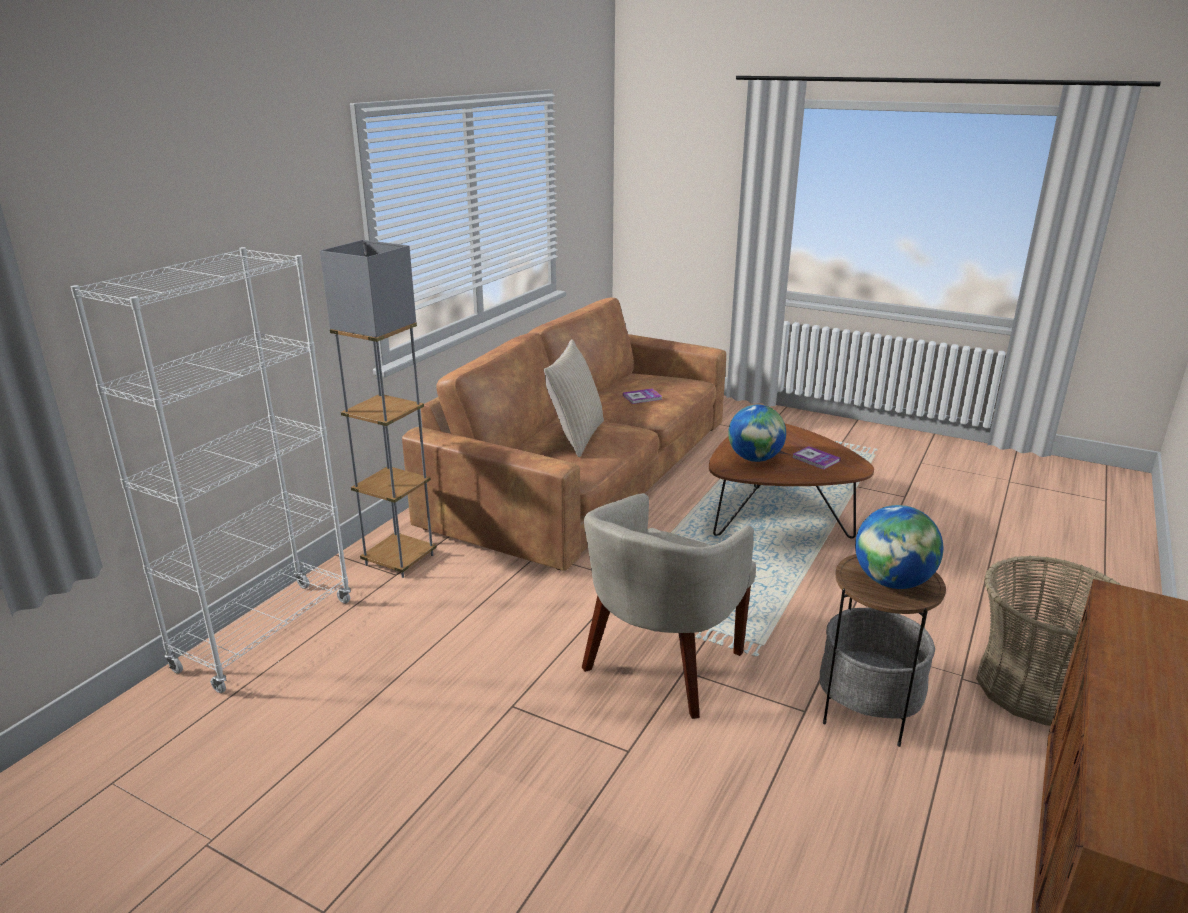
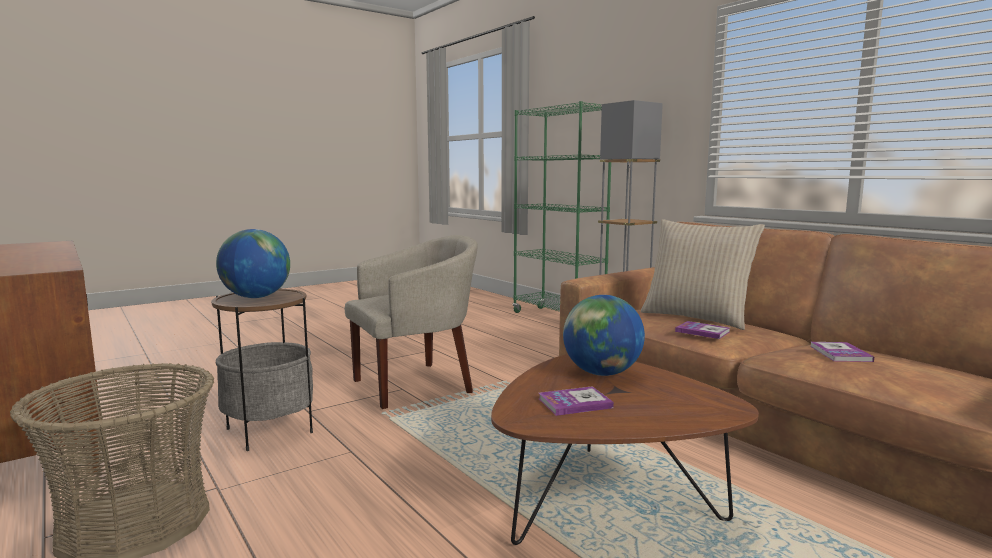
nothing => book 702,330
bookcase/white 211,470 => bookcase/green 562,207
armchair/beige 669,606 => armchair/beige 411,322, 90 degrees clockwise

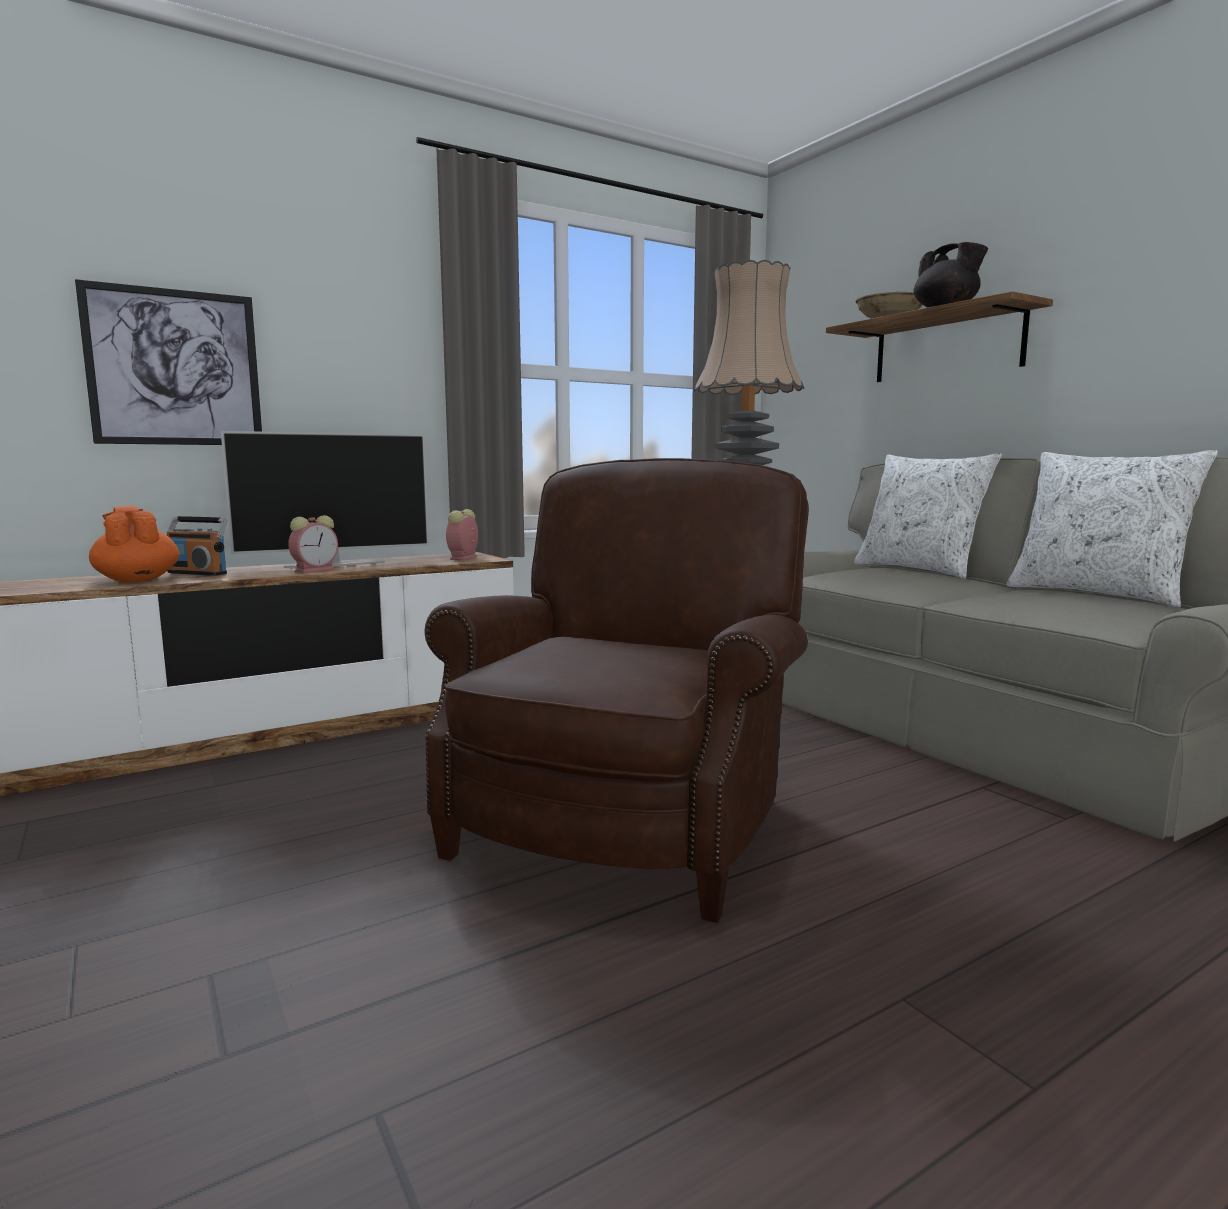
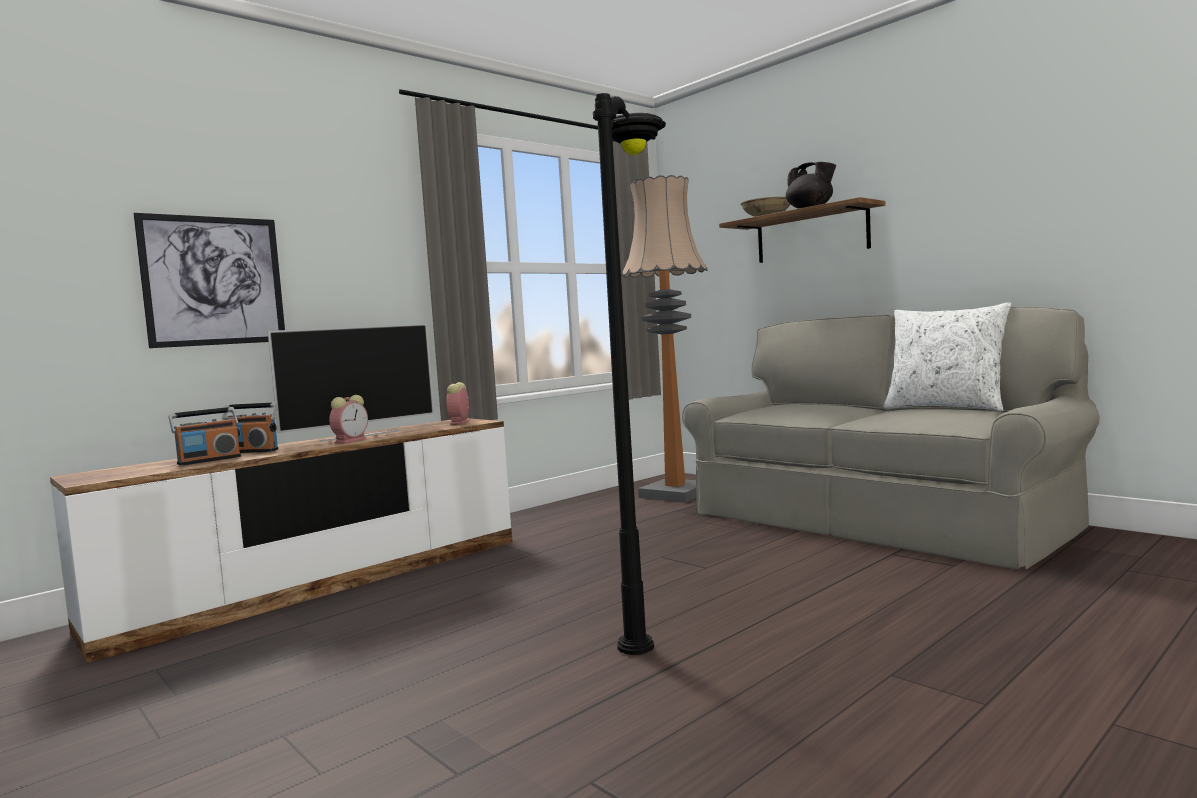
pillow/white 928,516 => nothing
teapot/orange 134,544 => radio 205,436
armchair/brown 617,690 => floor lamp/black 629,374

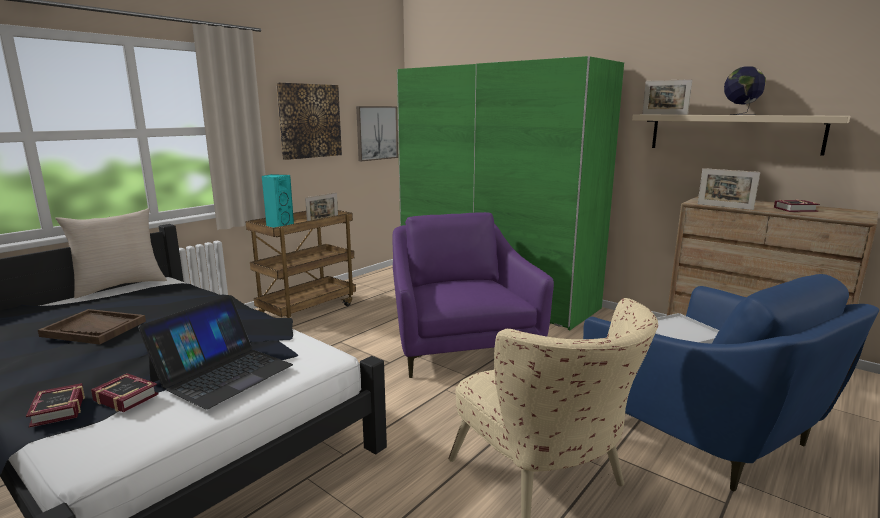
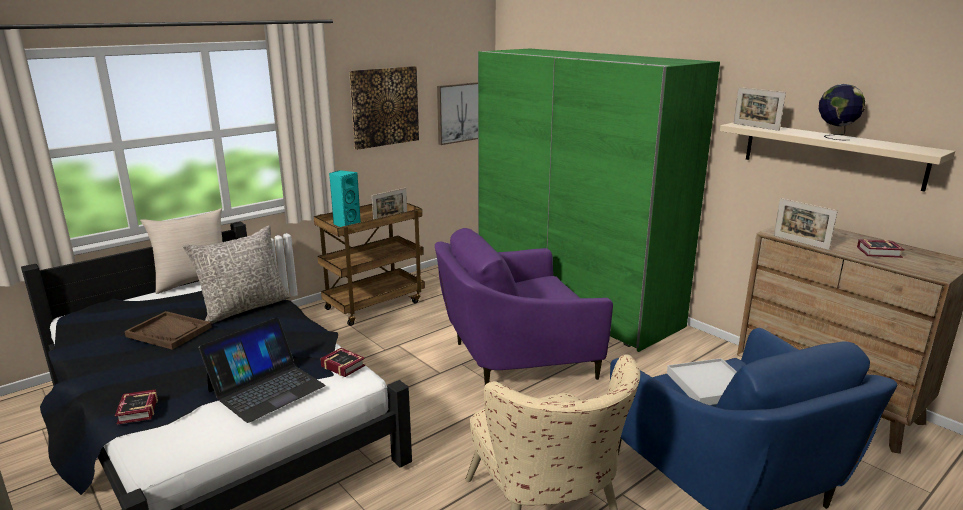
nothing => pillow/grey 237,274
book 125,392 => book 342,362, shifted
armchair/purple 473,295 => armchair/purple 524,306, 105 degrees counterclockwise

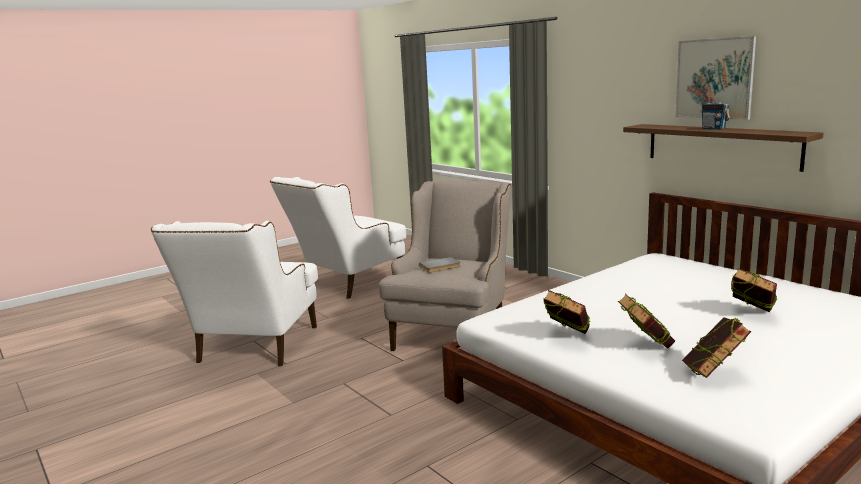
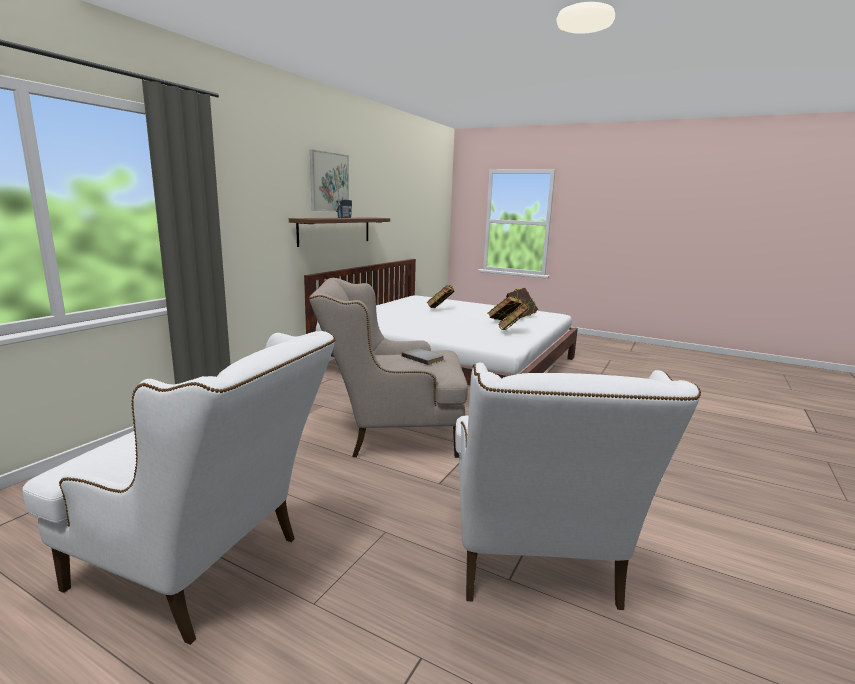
armchair/white 234,293 => armchair/white 578,486, 105 degrees clockwise

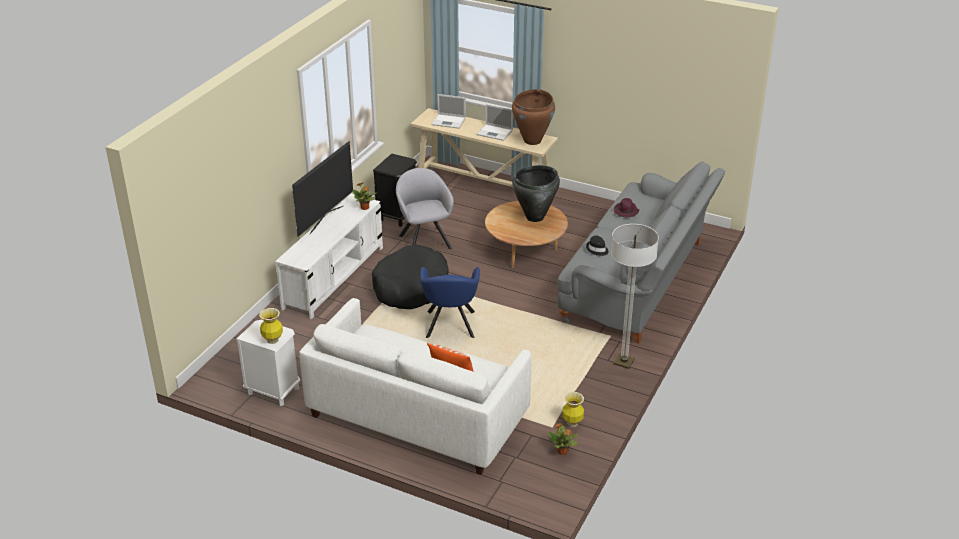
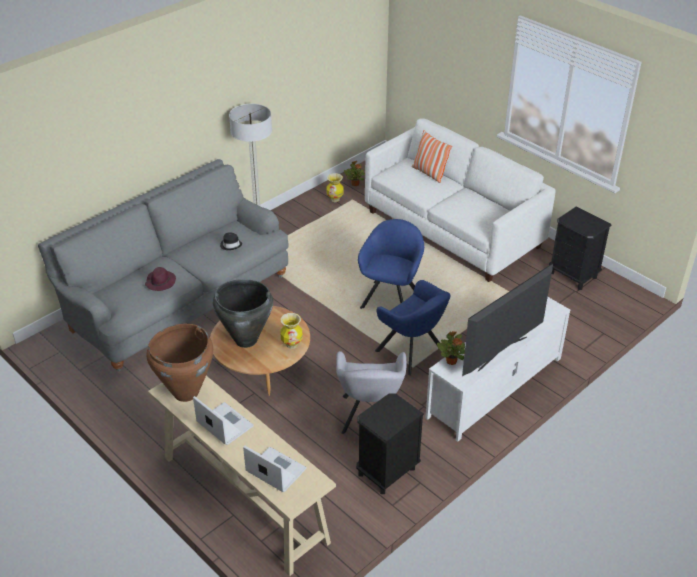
vase 271,326 => vase 291,331, shifted
dog bed/black 410,277 => armchair/blue 413,327
nightstand/white 268,363 => nightstand/black 580,248

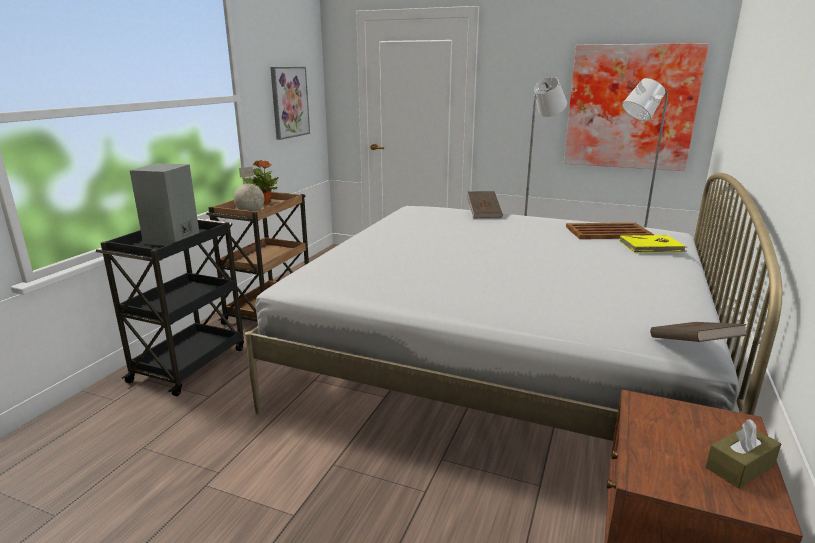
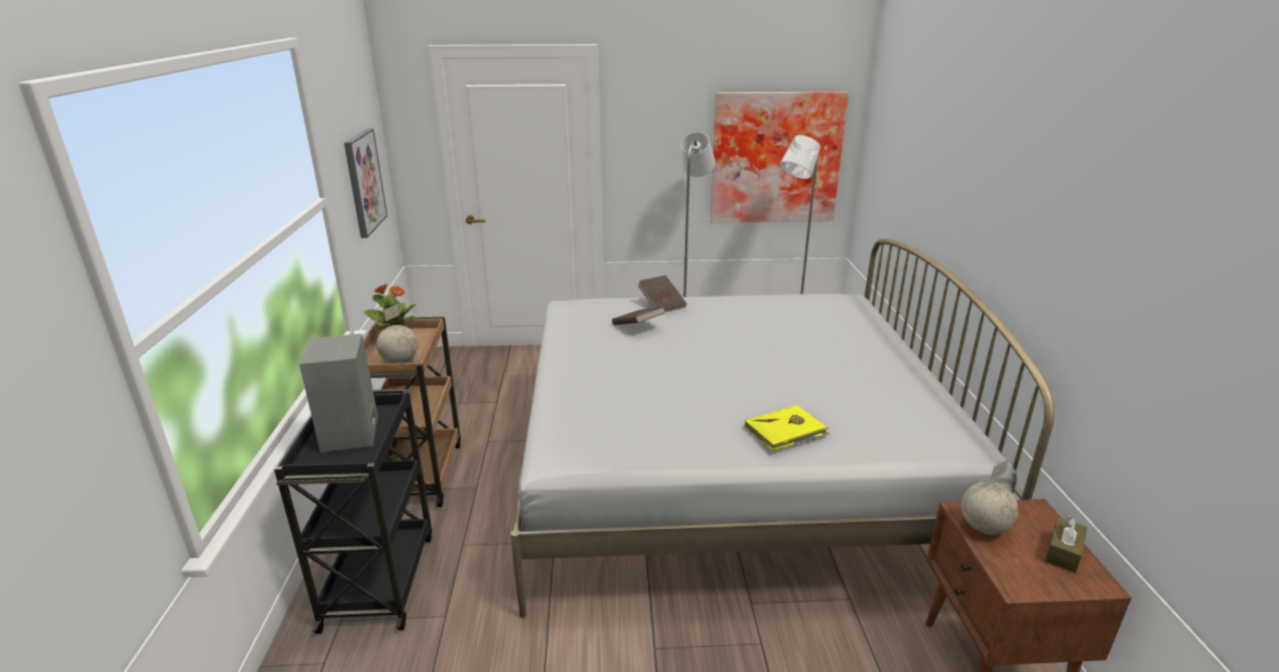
tray/brown 610,231 => nothing
nothing => globe 989,496
book/yellow 652,244 => book/yellow 787,428, shifted
book/brown 699,332 => book/brown 638,315, shifted

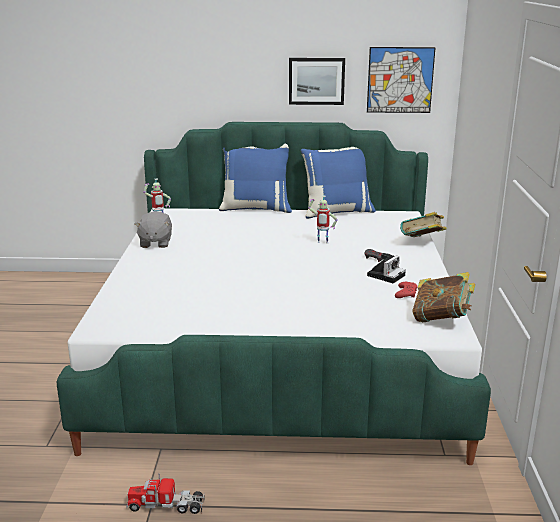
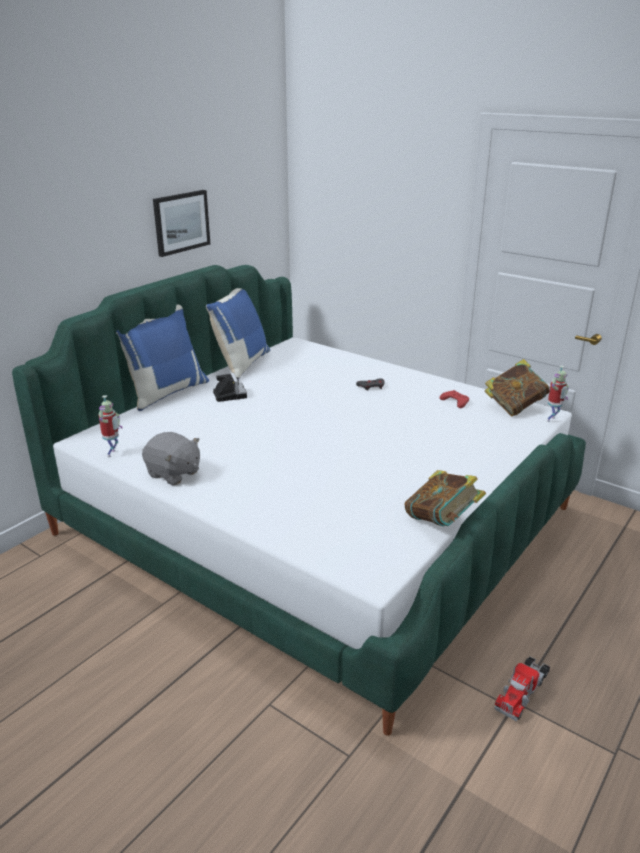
picture 401,80 => nothing
toy robot 323,219 => toy robot 558,393, shifted
photo camera 386,268 => photo camera 230,387, shifted
book 423,224 => book 445,498, shifted

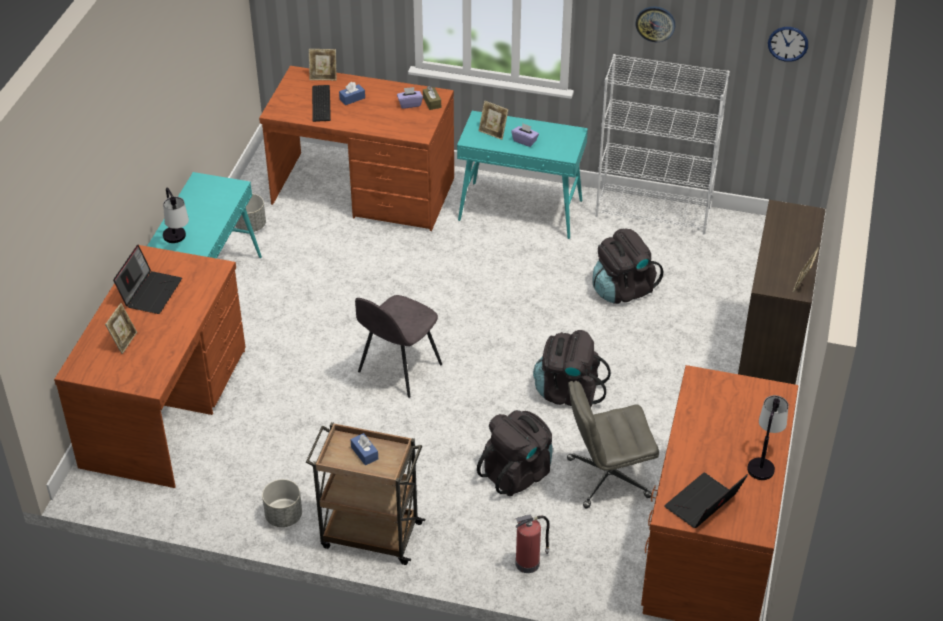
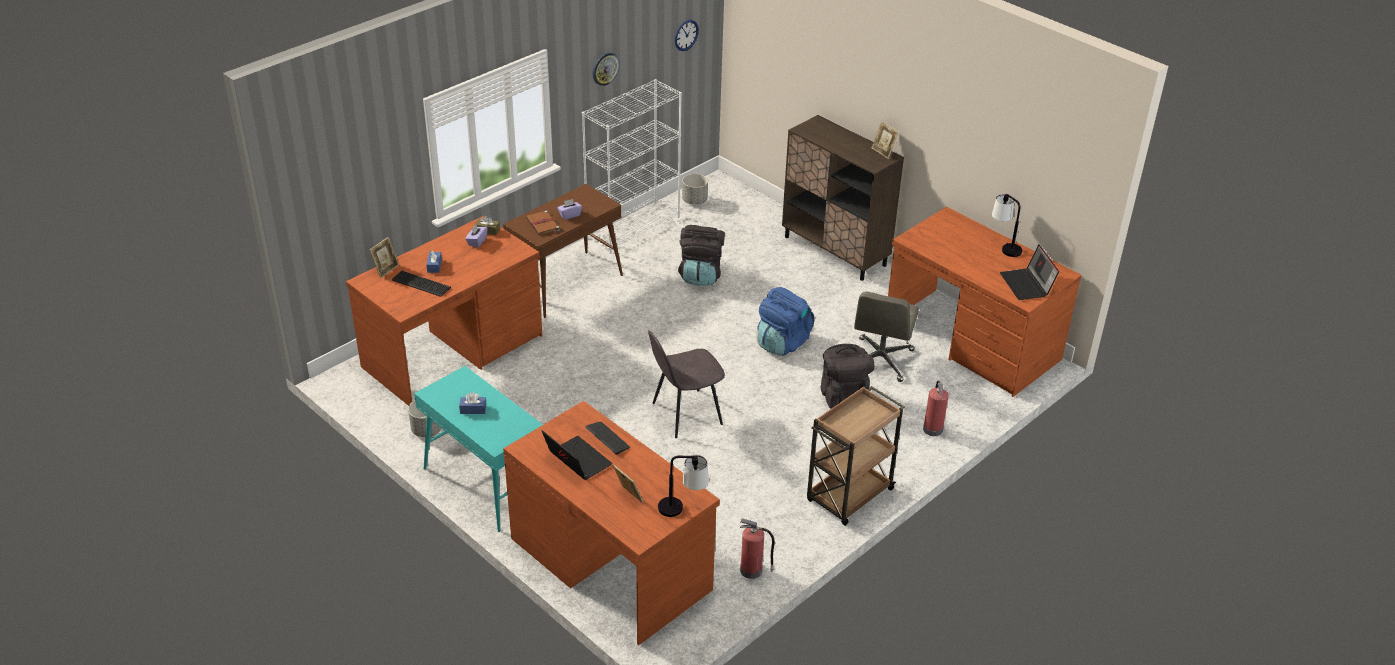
nothing => keyboard 608,438
nothing => fire extinguisher 757,548
table lamp 176,215 => table lamp 683,486, shifted
planter/grey 282,503 => planter/grey 695,189, shifted
tissue box/blue 364,449 => tissue box/blue 472,403, shifted
picture frame 493,120 => book/brown 543,222
console table/turquoise 522,175 => console table/brown 563,251
backpack/black 571,368 => backpack/blue 785,321
chair/grey 398,346 => chair/grey 686,384, 90 degrees clockwise

